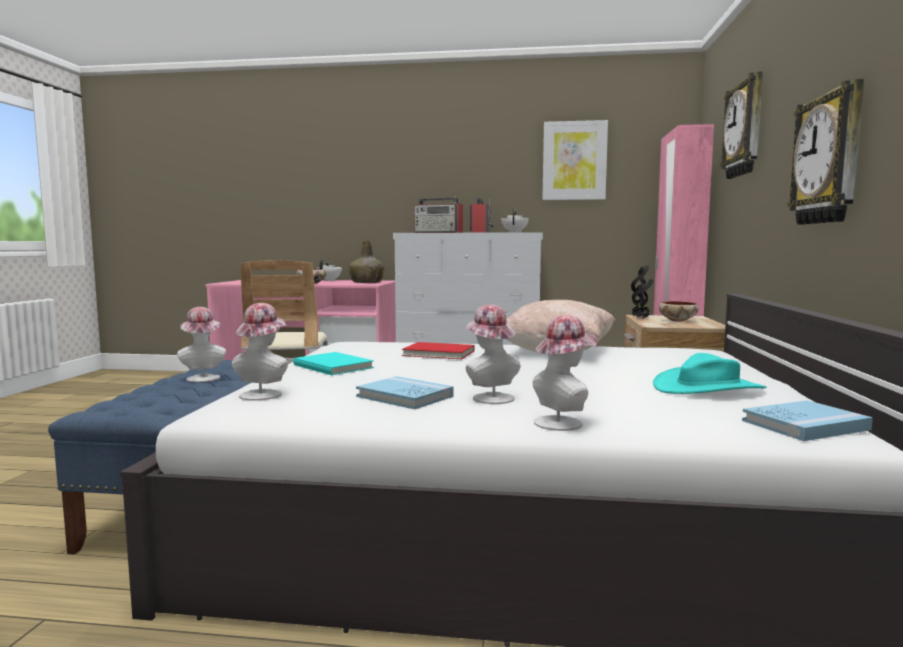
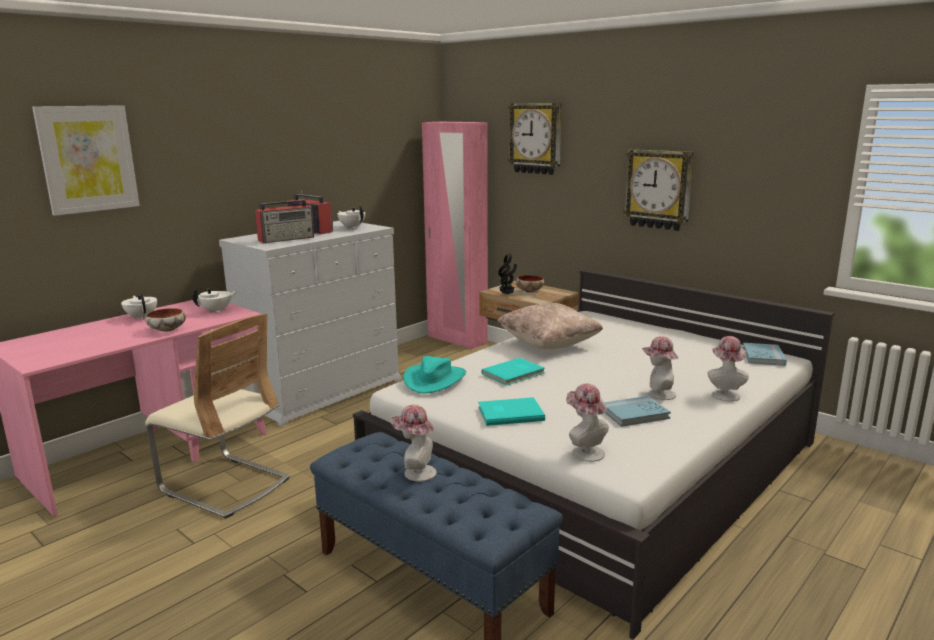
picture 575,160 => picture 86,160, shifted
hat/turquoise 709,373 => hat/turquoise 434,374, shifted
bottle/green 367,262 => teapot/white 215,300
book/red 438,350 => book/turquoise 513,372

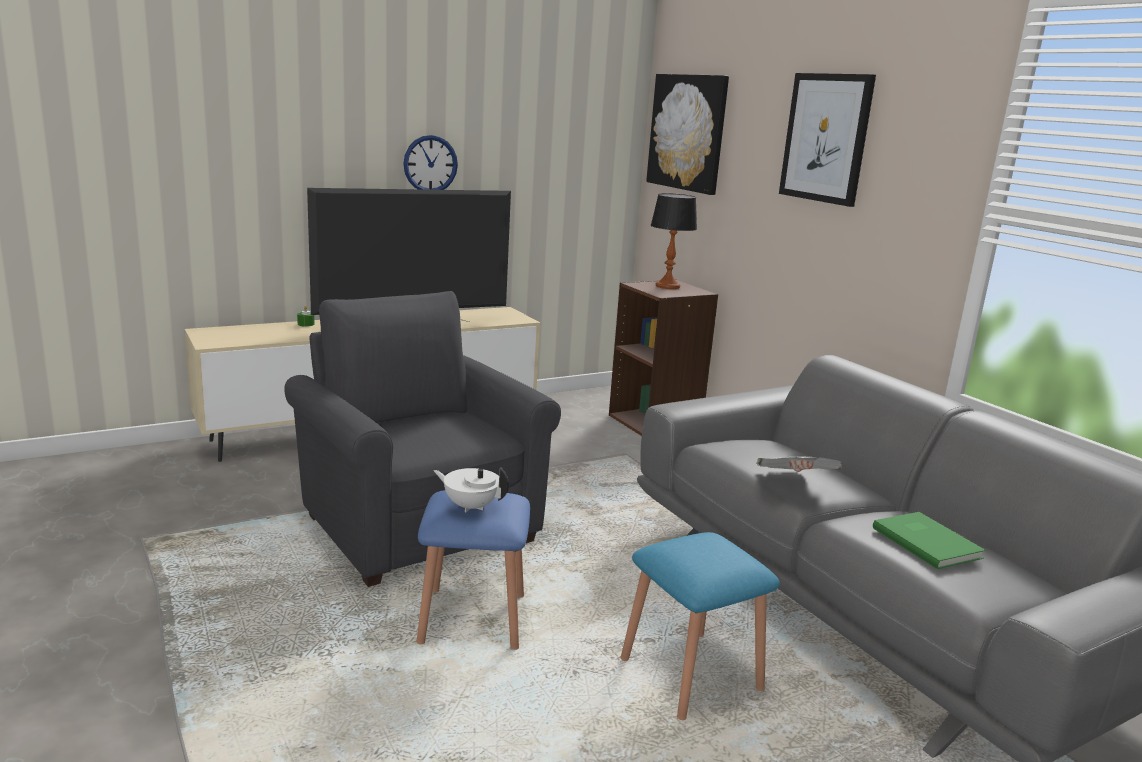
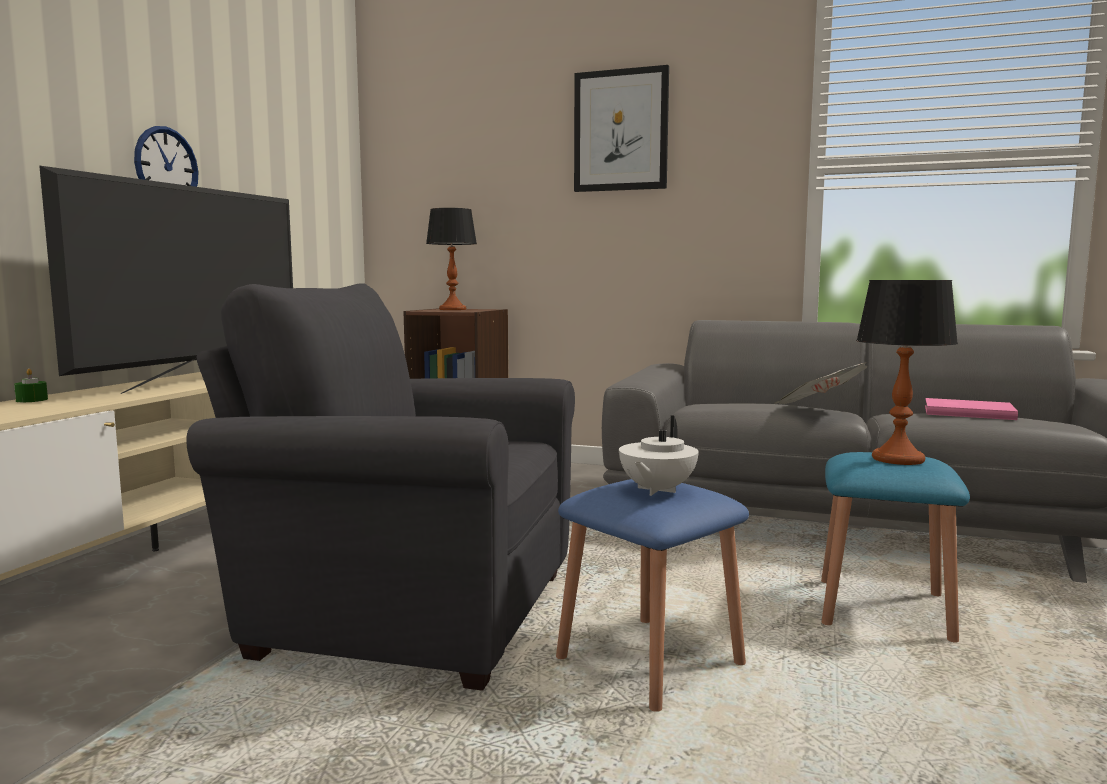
picture 687,134 => nothing
nothing => table lamp 907,372
book/green 929,540 => book/pink 971,409
teapot/white 471,490 => teapot/white 659,455, 45 degrees counterclockwise

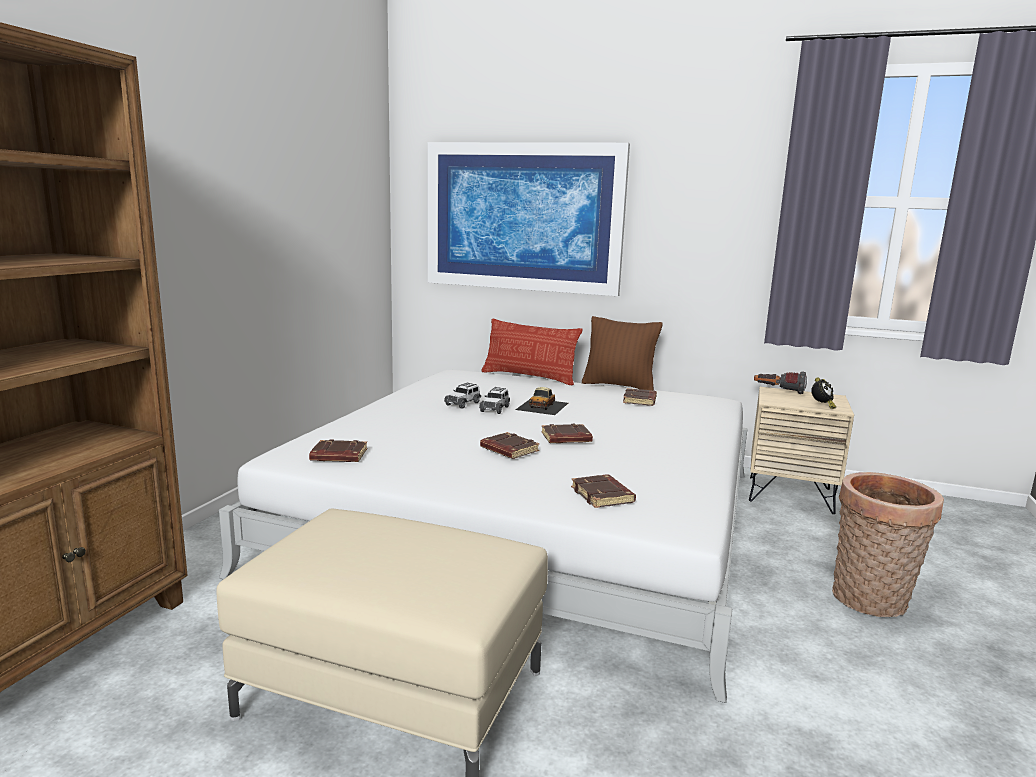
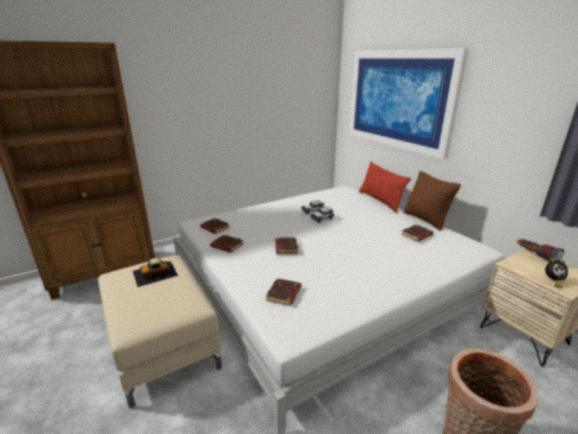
toy car 542,401 => toy car 155,272, shifted
book/brown 567,433 => book/brown 227,244, shifted

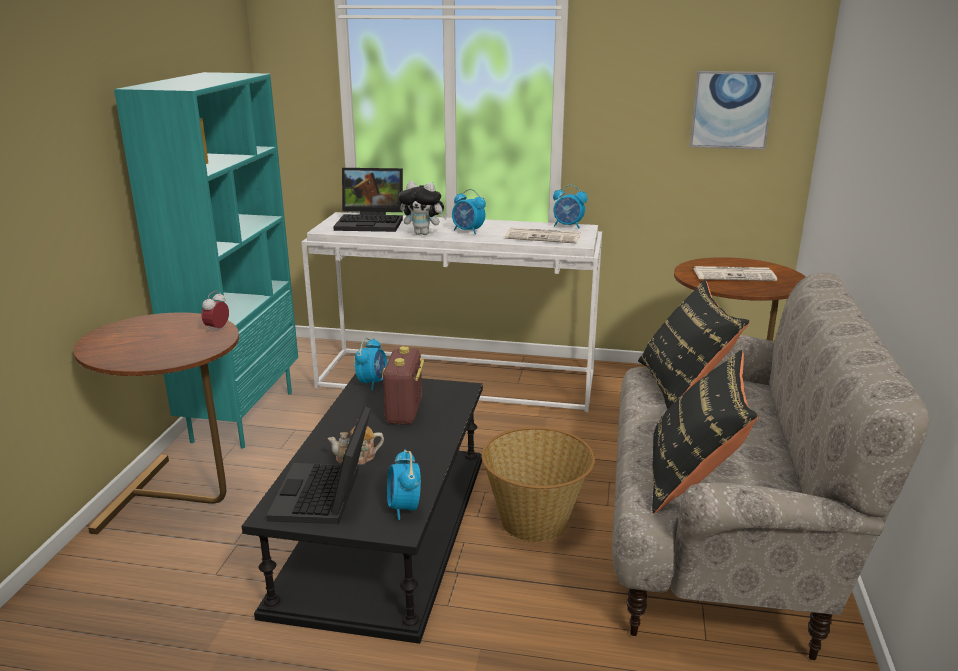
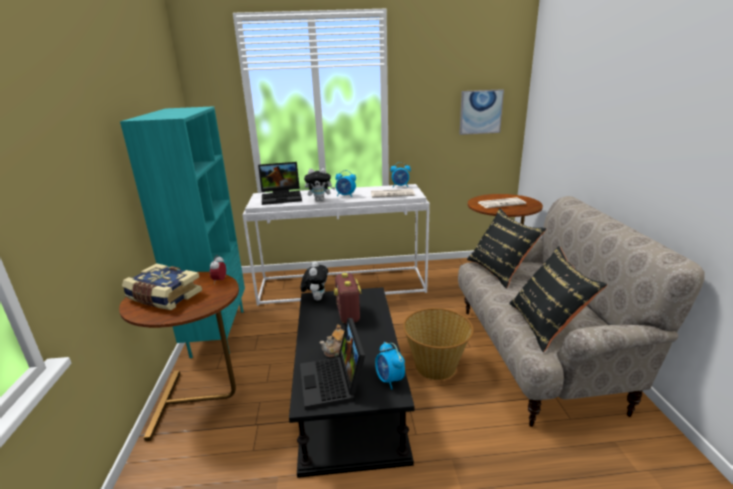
nothing => book 162,286
alarm clock 371,364 => plush toy 314,281

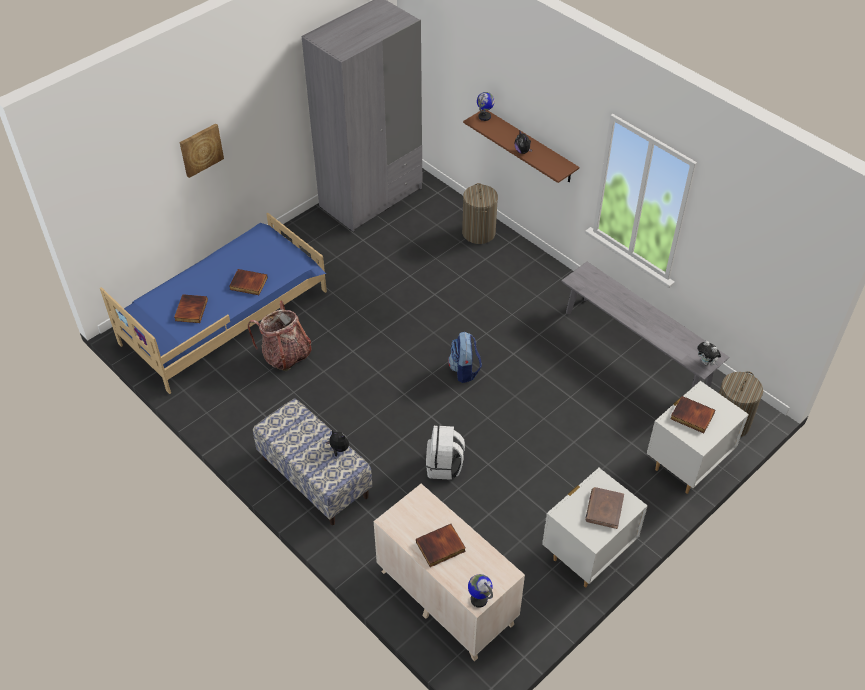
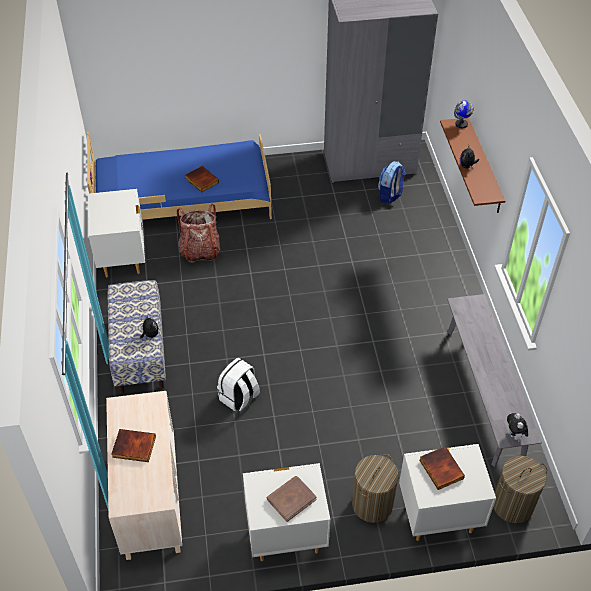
book 191,308 => nothing
picture 202,150 => nothing
globe 480,591 => nothing
nothing => nightstand/white 116,233
backpack 465,357 => backpack 391,182, shifted
laundry basket 480,213 => laundry basket 375,488, shifted

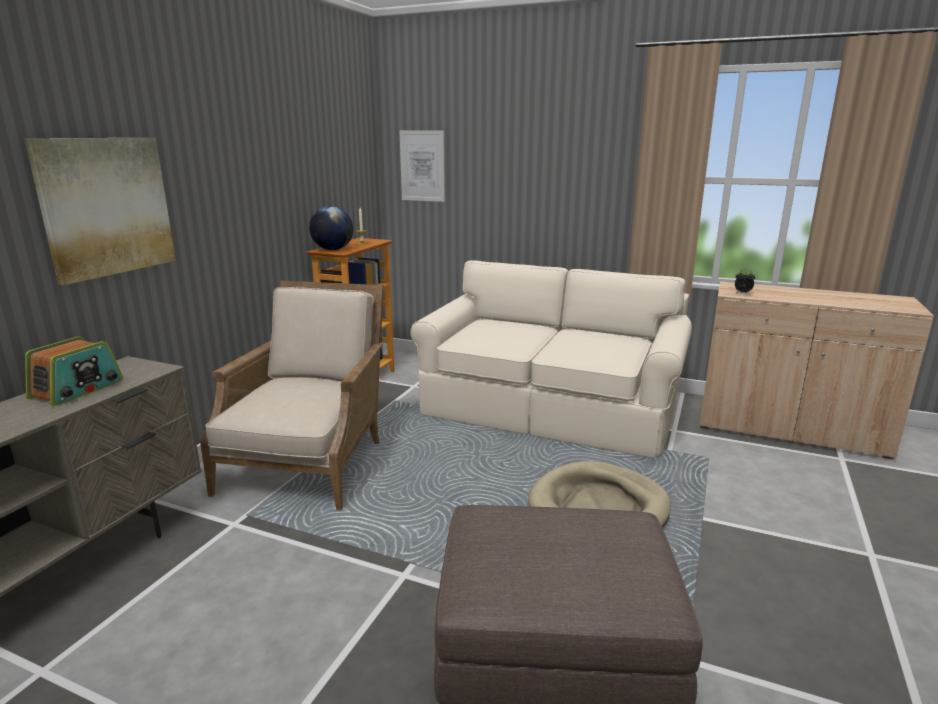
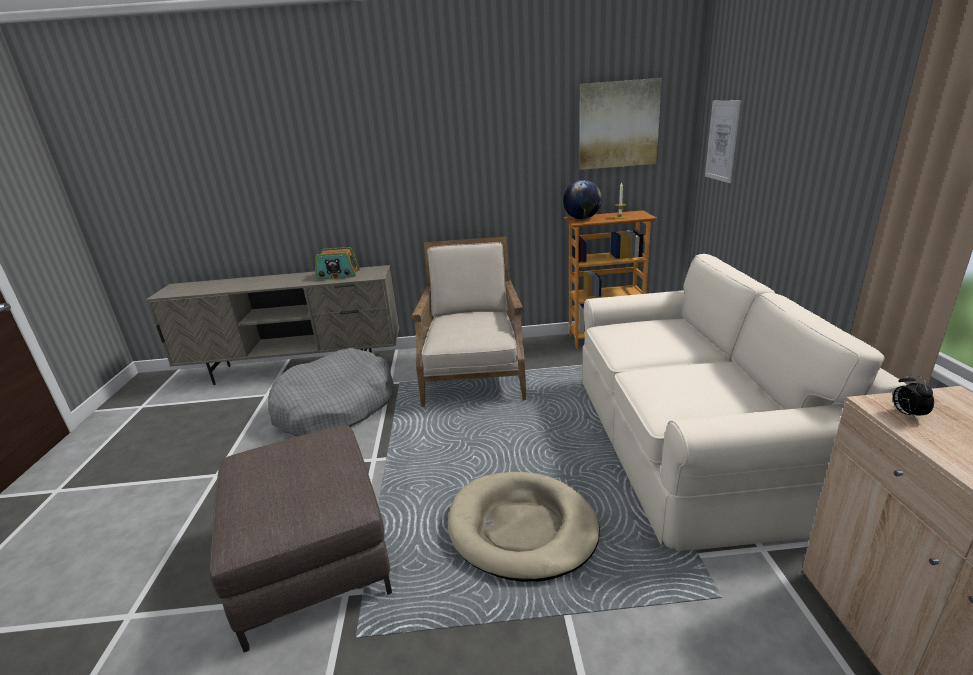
nothing => dog bed/grey 331,392
picture 100,211 => picture 620,124, shifted
armchair/beige 292,396 => armchair/beige 468,321, 75 degrees counterclockwise

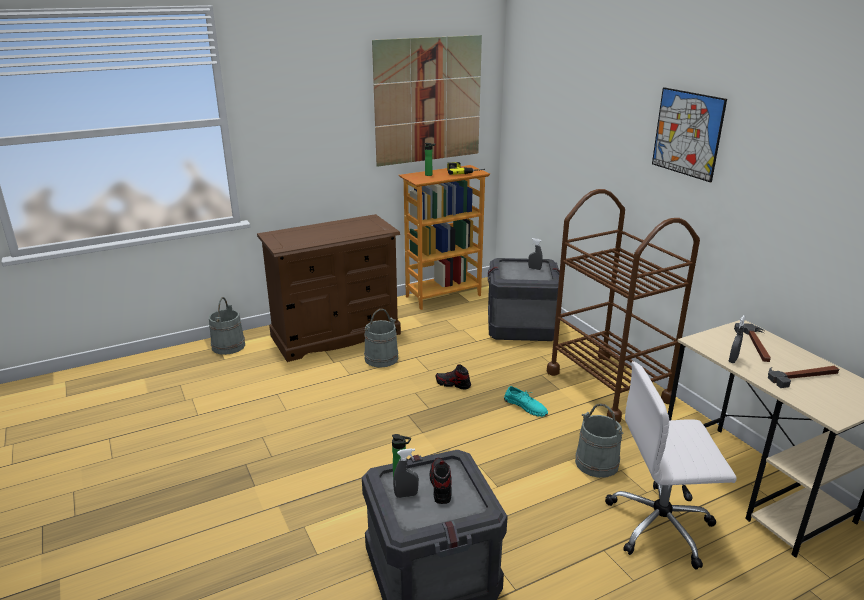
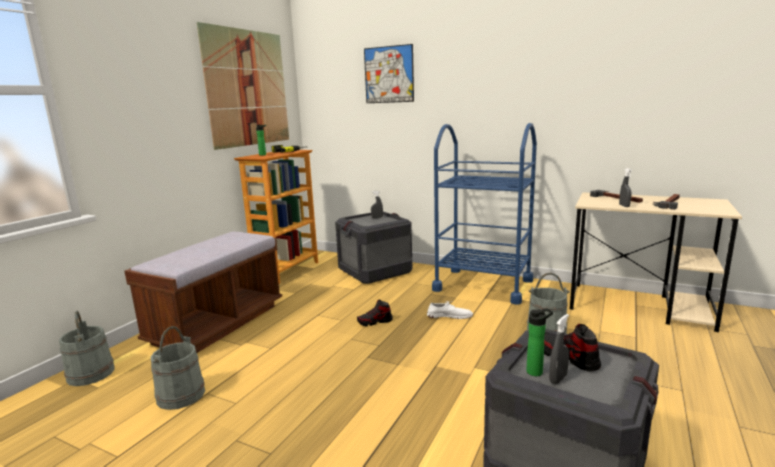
office chair/white 671,465 => nothing
bucket/grey 381,338 => bucket/grey 178,368, shifted
picture 689,135 => picture 389,73, shifted
dresser/brown 329,288 => bench/brown 203,292
shoe/turquoise 526,401 => shoe/white 450,310
cart/brown 623,306 => cart/blue 484,213

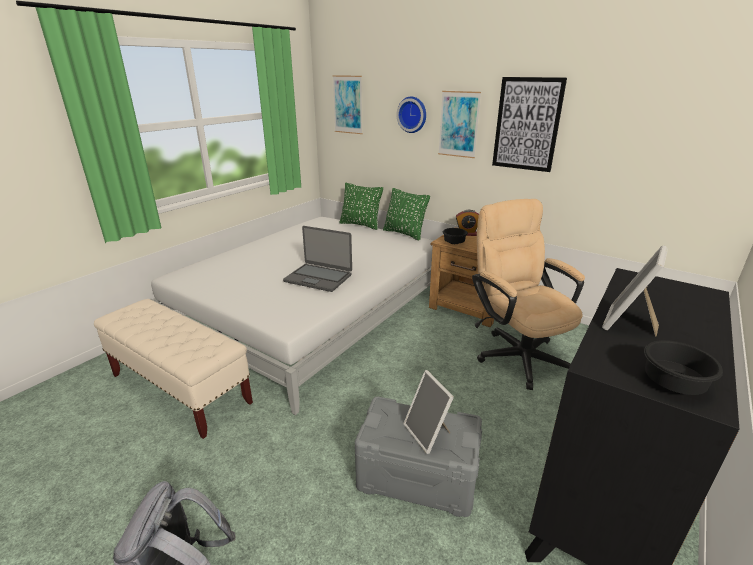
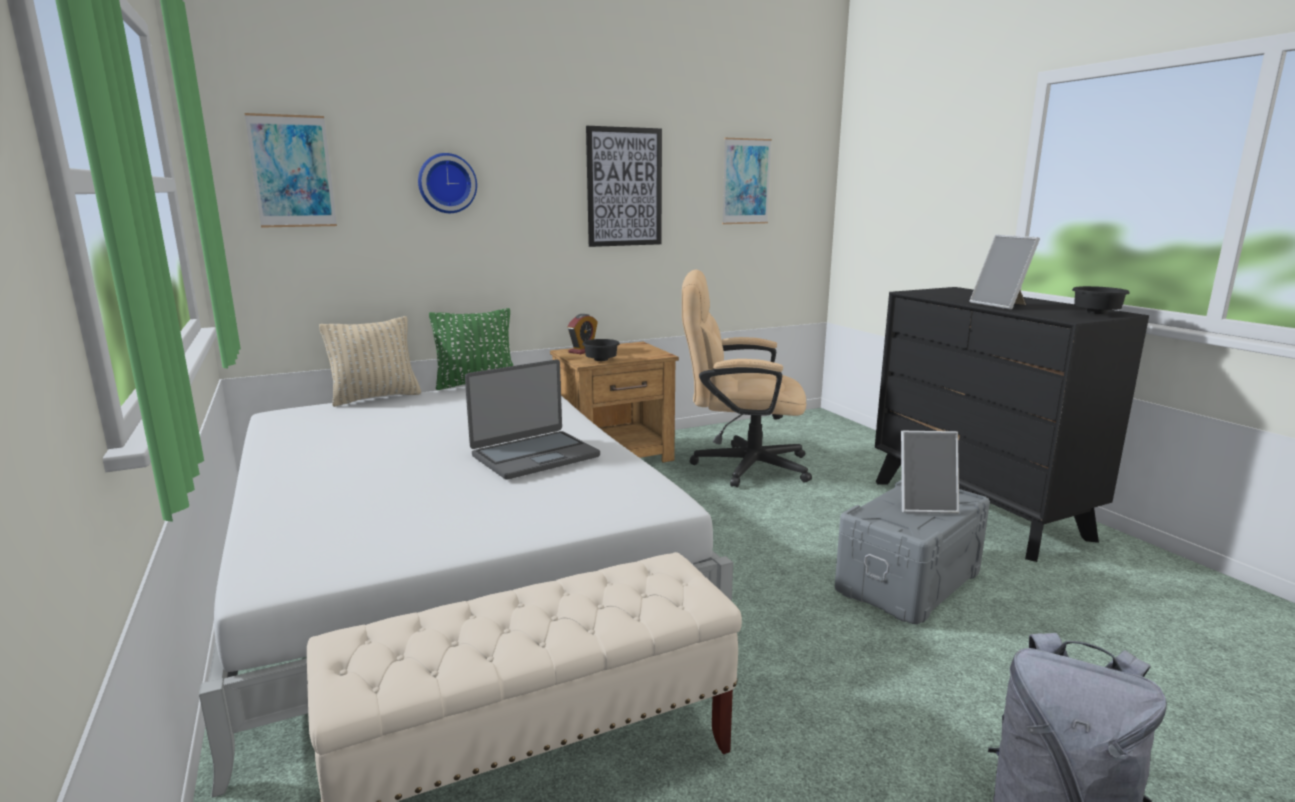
picture 459,124 => picture 747,181, shifted
pillow/green 361,206 => pillow/beige 370,361

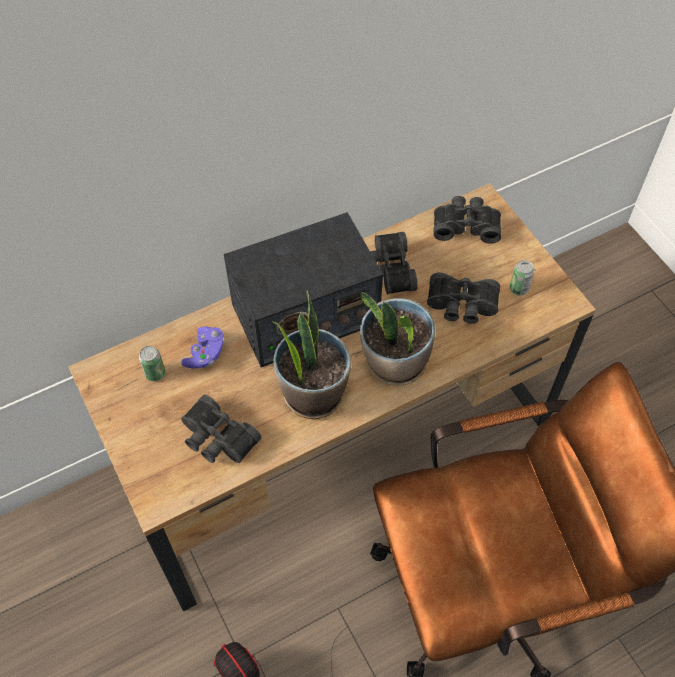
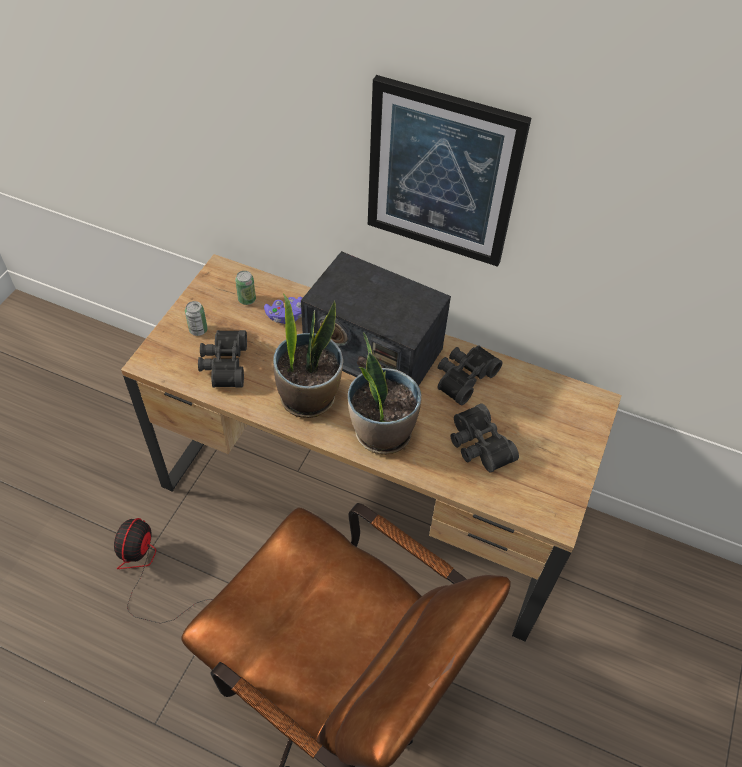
binoculars/black 467,220 => nothing
nothing => picture 449,171
can 522,278 => can 196,318, shifted

